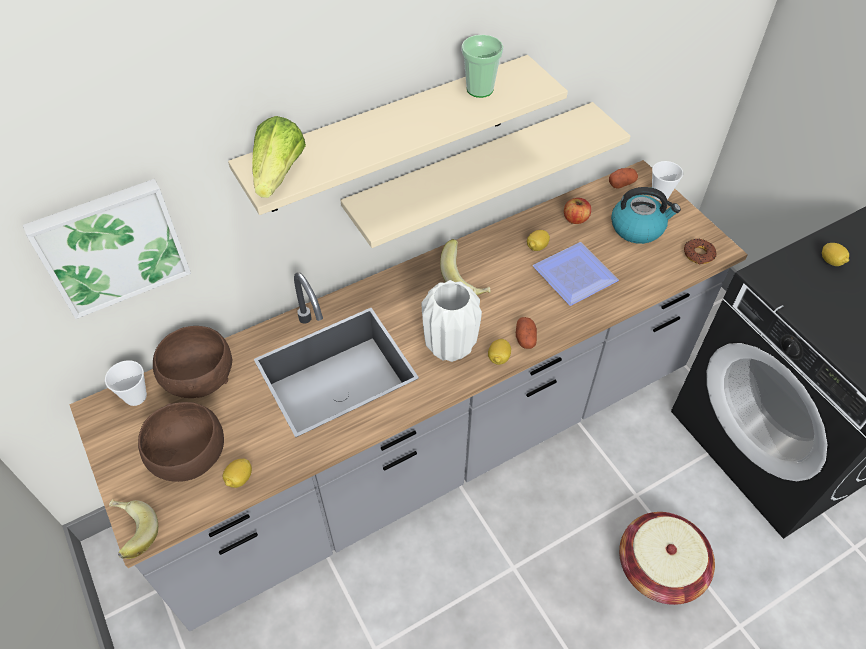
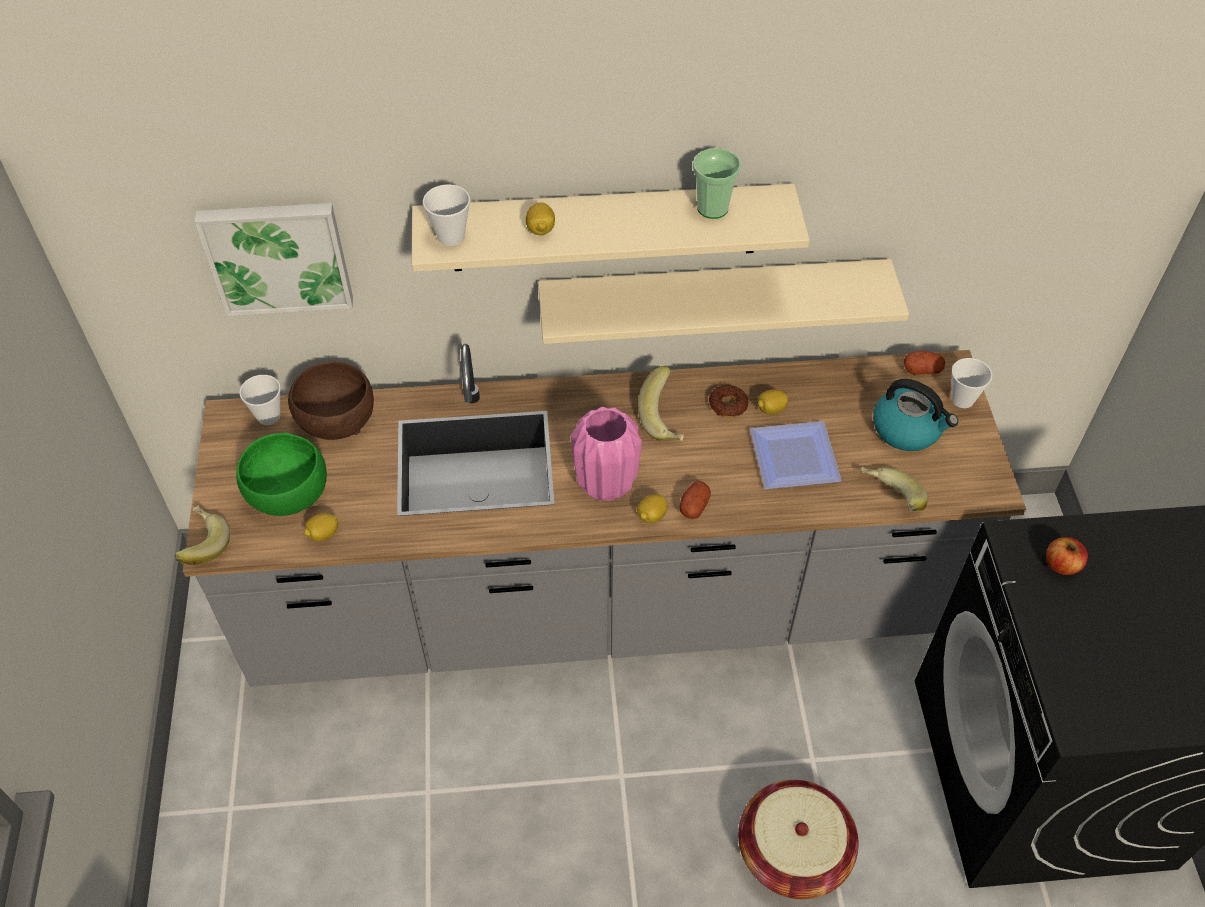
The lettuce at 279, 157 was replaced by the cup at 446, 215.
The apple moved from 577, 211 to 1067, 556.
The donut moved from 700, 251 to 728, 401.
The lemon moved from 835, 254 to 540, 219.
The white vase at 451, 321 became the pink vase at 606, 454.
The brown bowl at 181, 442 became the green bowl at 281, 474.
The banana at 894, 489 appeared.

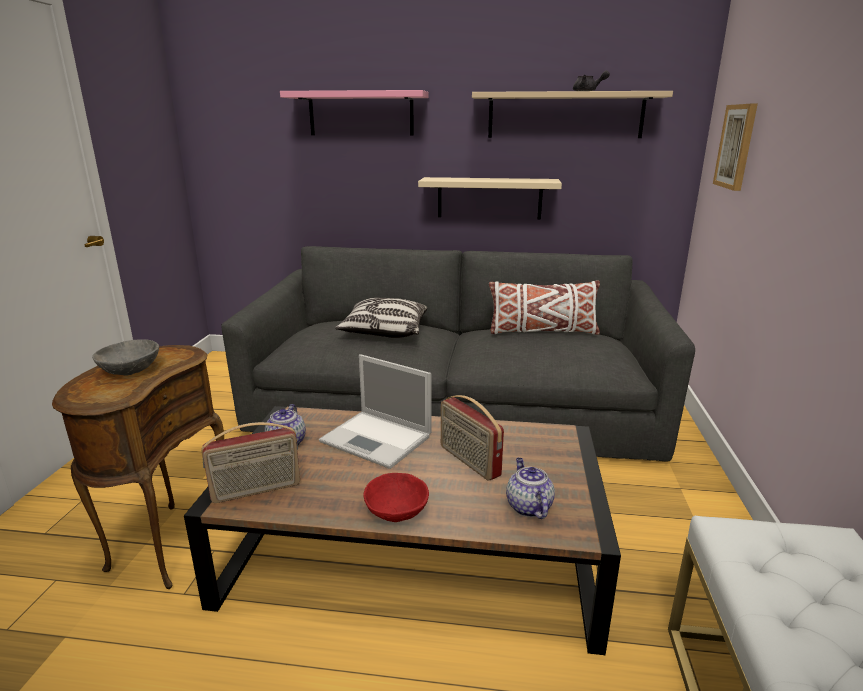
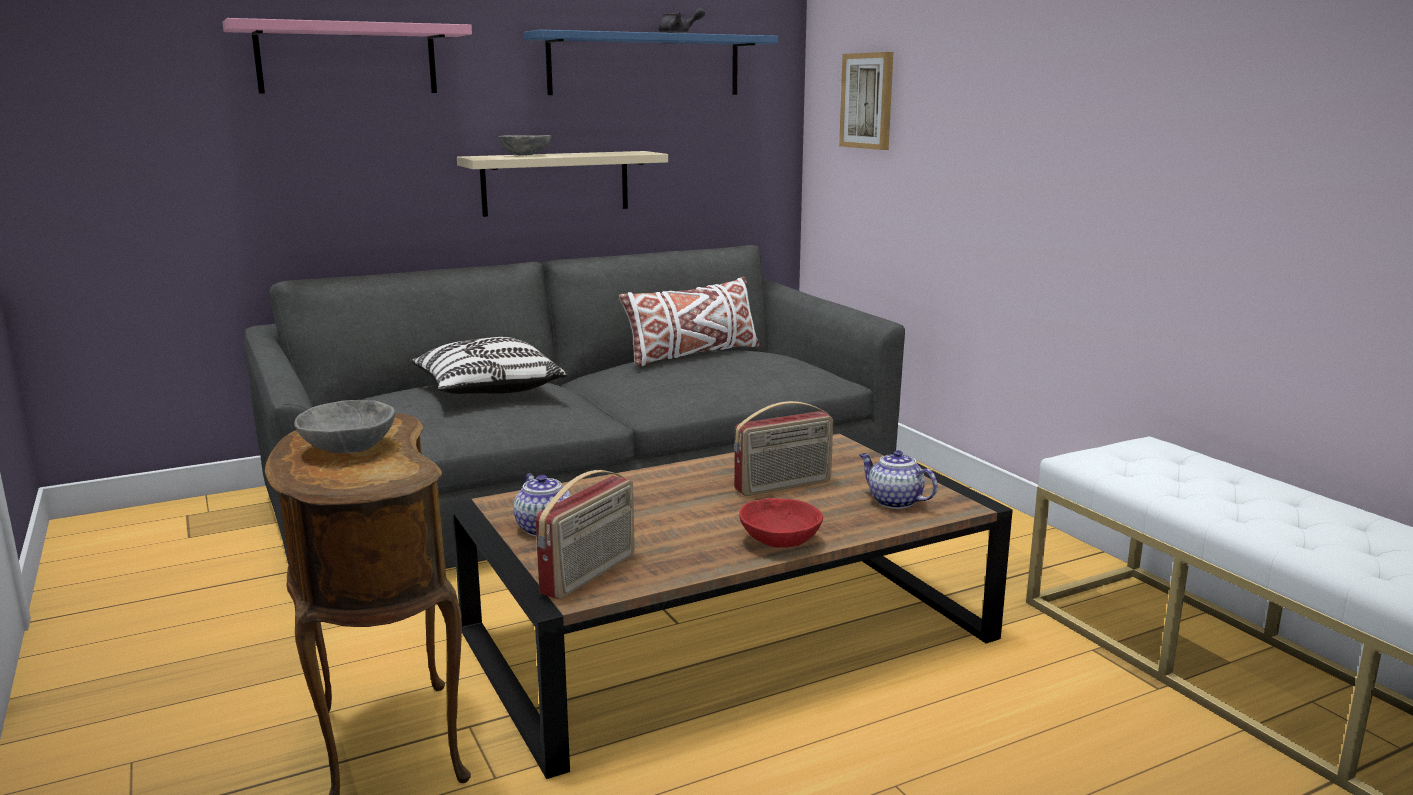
The beige shelf at 572, 114 became the blue shelf at 650, 62.
The laptop at 375, 411 disappeared.
The radio at 472, 438 turned 45 degrees counterclockwise.
The grey bowl at 524, 145 appeared.

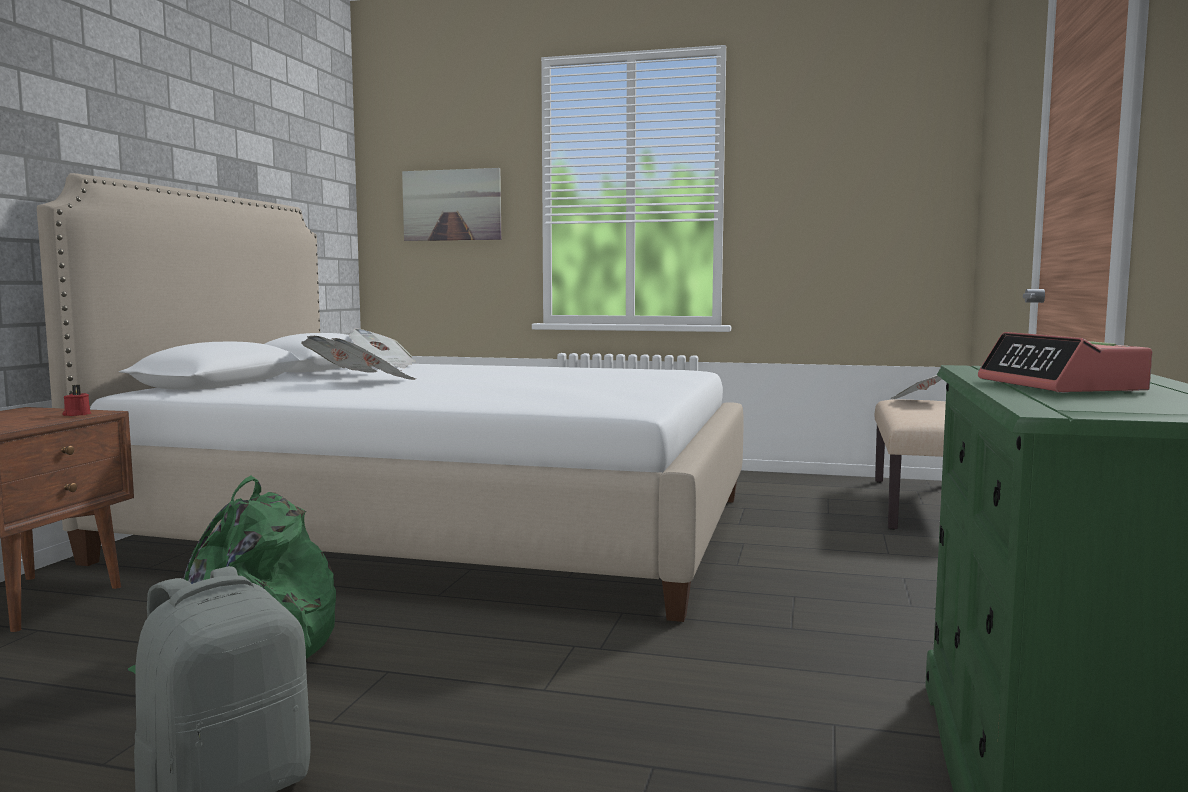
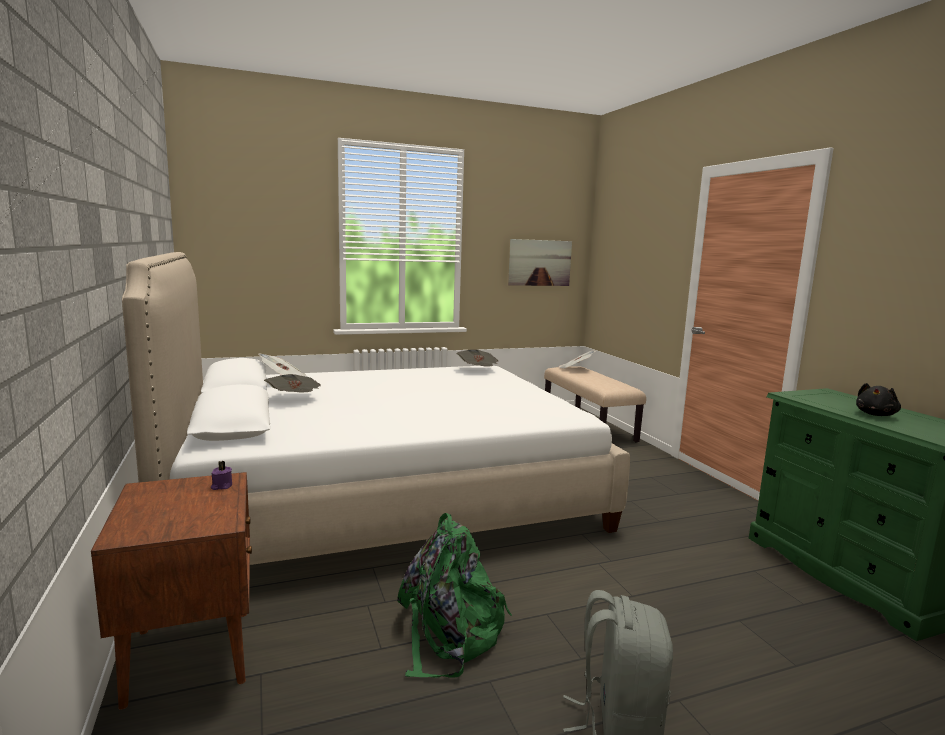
The picture moved from 451, 204 to 540, 262.
The alarm clock at 1065, 362 was replaced by the black plush toy at 878, 399.
The newspaper moved from 374, 359 to 477, 358.
The red candle at 76, 400 became the purple candle at 221, 475.

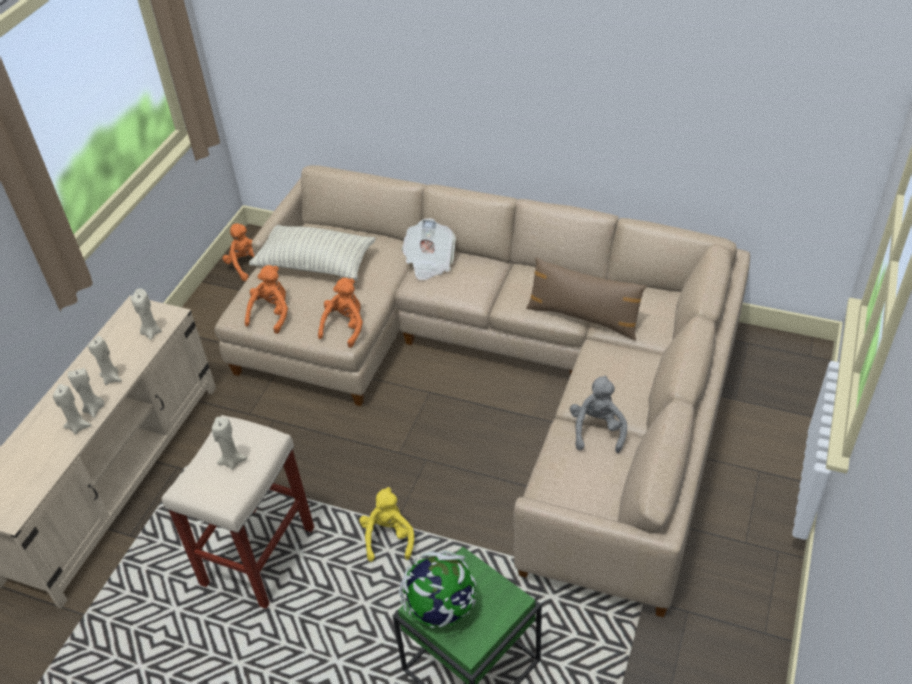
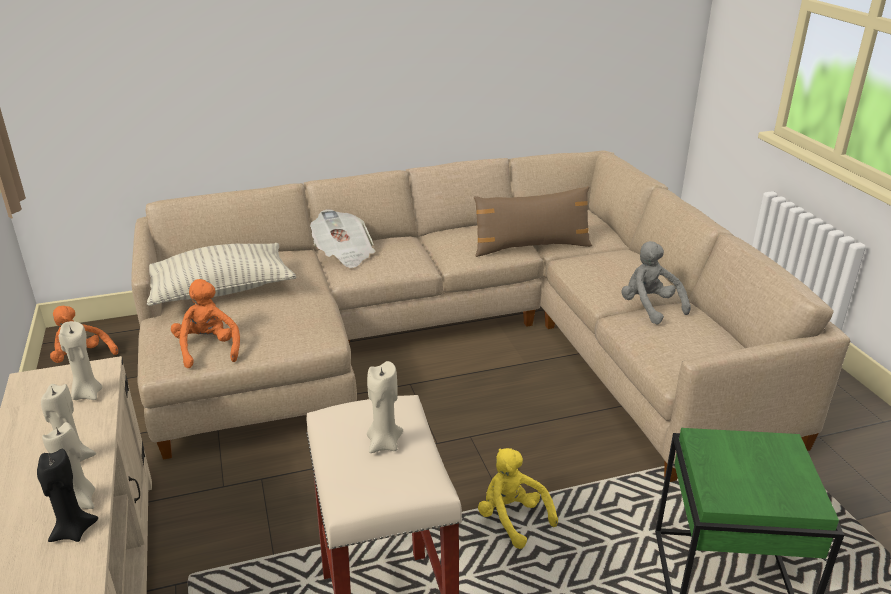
The orange plush toy at 340, 313 disappeared.
The beige candle at 72, 409 became the black candle at 67, 495.
The globe at 437, 589 disappeared.

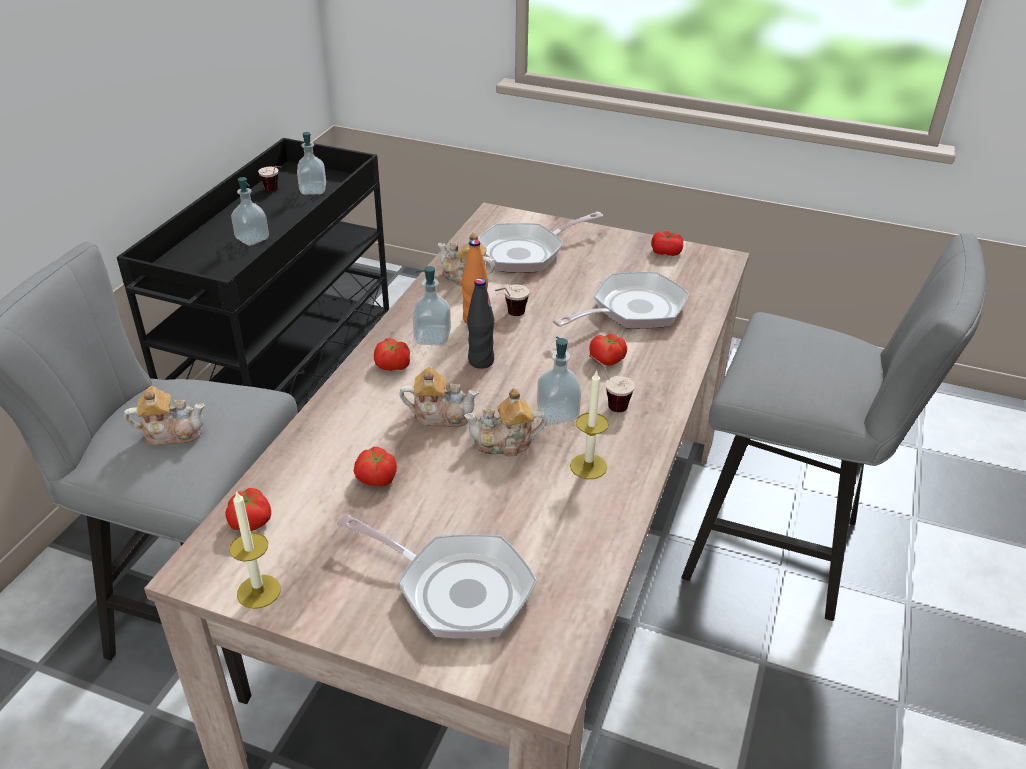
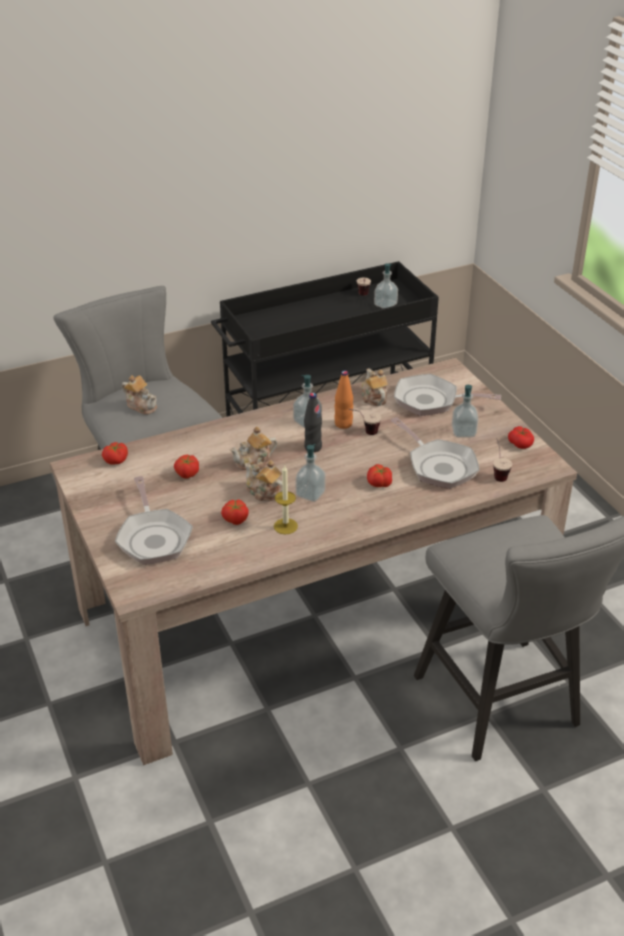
The soap dispenser moved from 250, 211 to 465, 411.
The frying pan at 621, 300 turned 45 degrees clockwise.
The tomato moved from 392, 354 to 235, 512.
The cup moved from 612, 383 to 502, 460.
The teapot at 439, 397 turned 105 degrees clockwise.
The candle at 255, 549 disappeared.

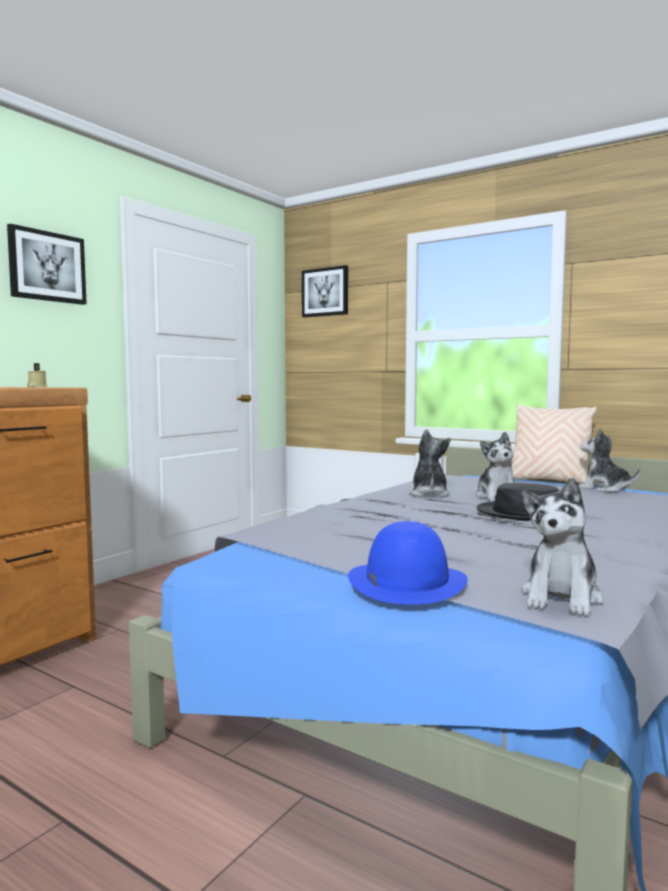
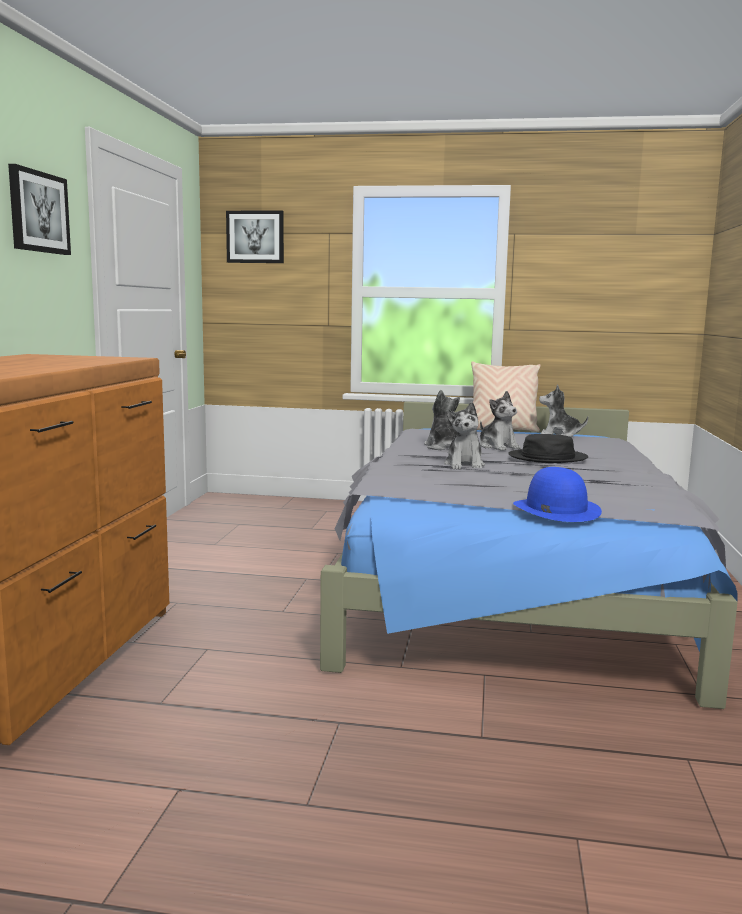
The beige candle at 37, 375 disappeared.
The plush toy moved from 562, 547 to 464, 436.

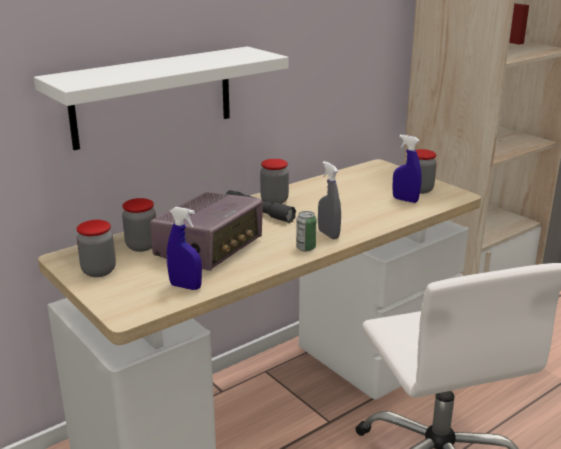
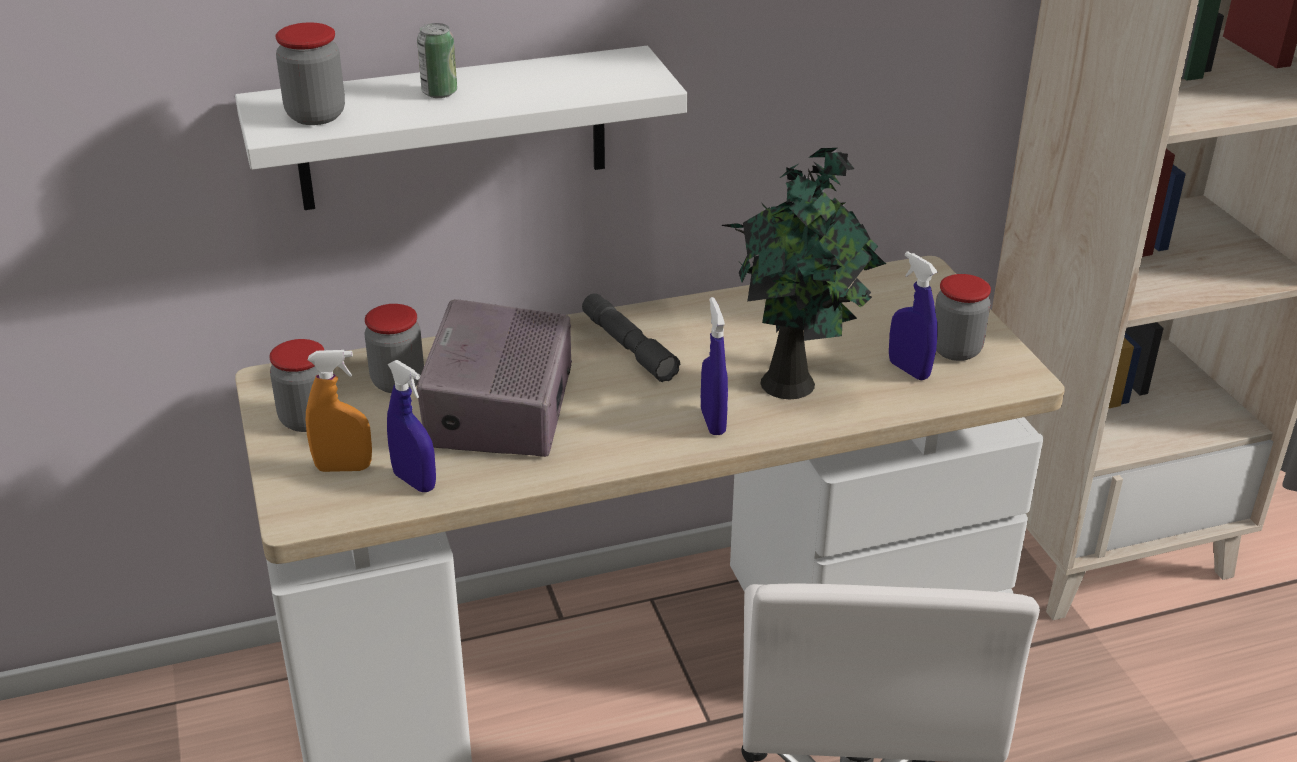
The jar moved from 274, 181 to 310, 74.
The grey spray bottle at 329, 200 became the blue spray bottle at 714, 366.
The radio at 206, 231 turned 135 degrees clockwise.
The can moved from 306, 231 to 437, 60.
The potted plant at 804, 273 appeared.
The orange spray bottle at 339, 411 appeared.

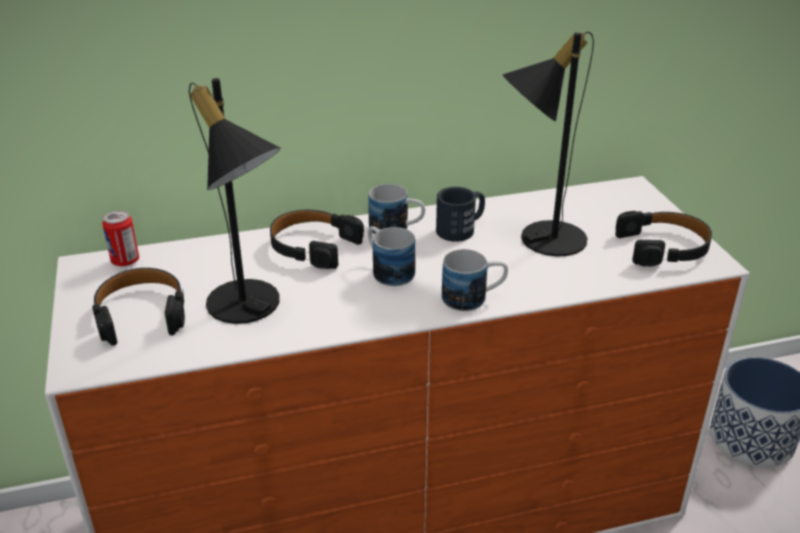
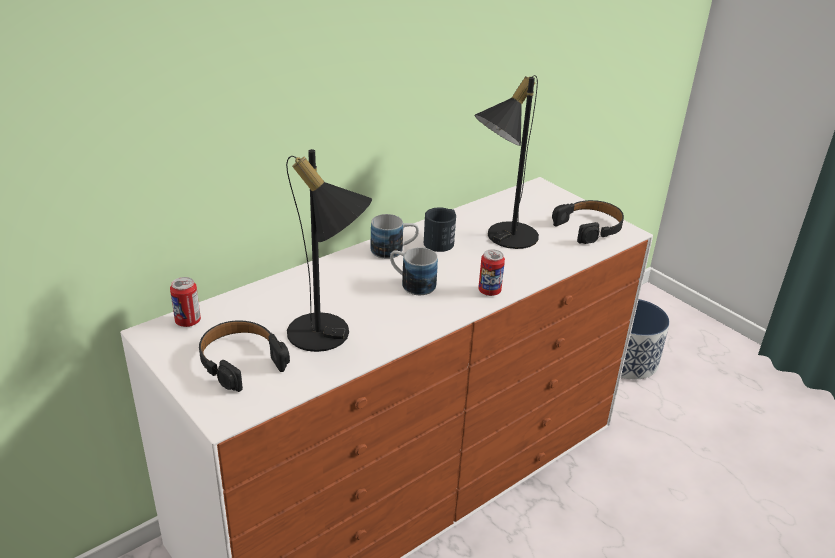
The black headphones at 317, 239 disappeared.
The mug at 475, 280 was replaced by the can at 491, 272.

